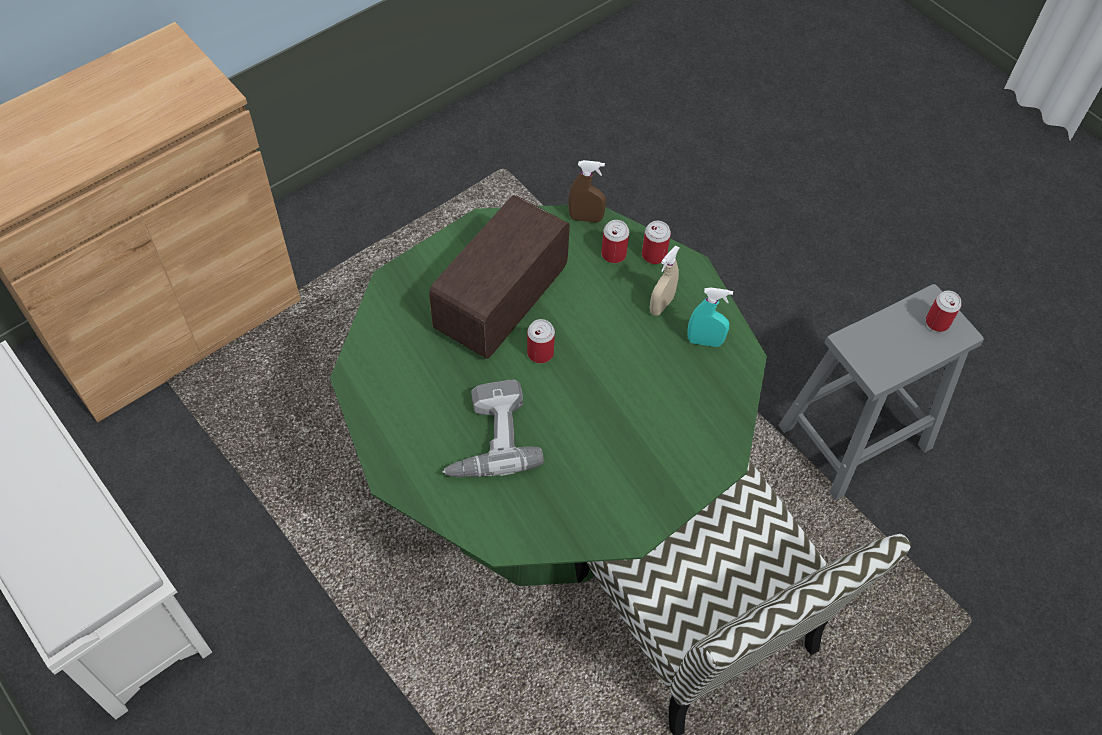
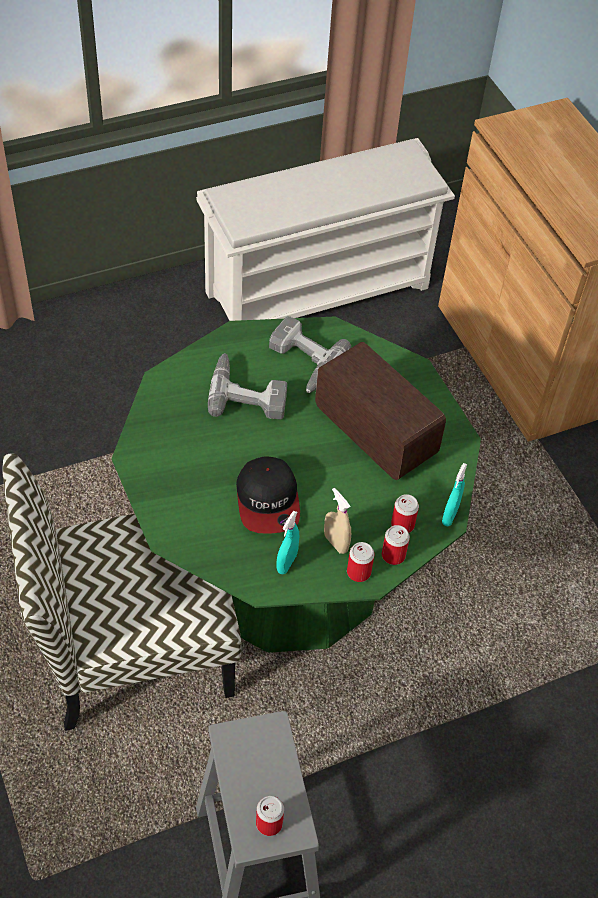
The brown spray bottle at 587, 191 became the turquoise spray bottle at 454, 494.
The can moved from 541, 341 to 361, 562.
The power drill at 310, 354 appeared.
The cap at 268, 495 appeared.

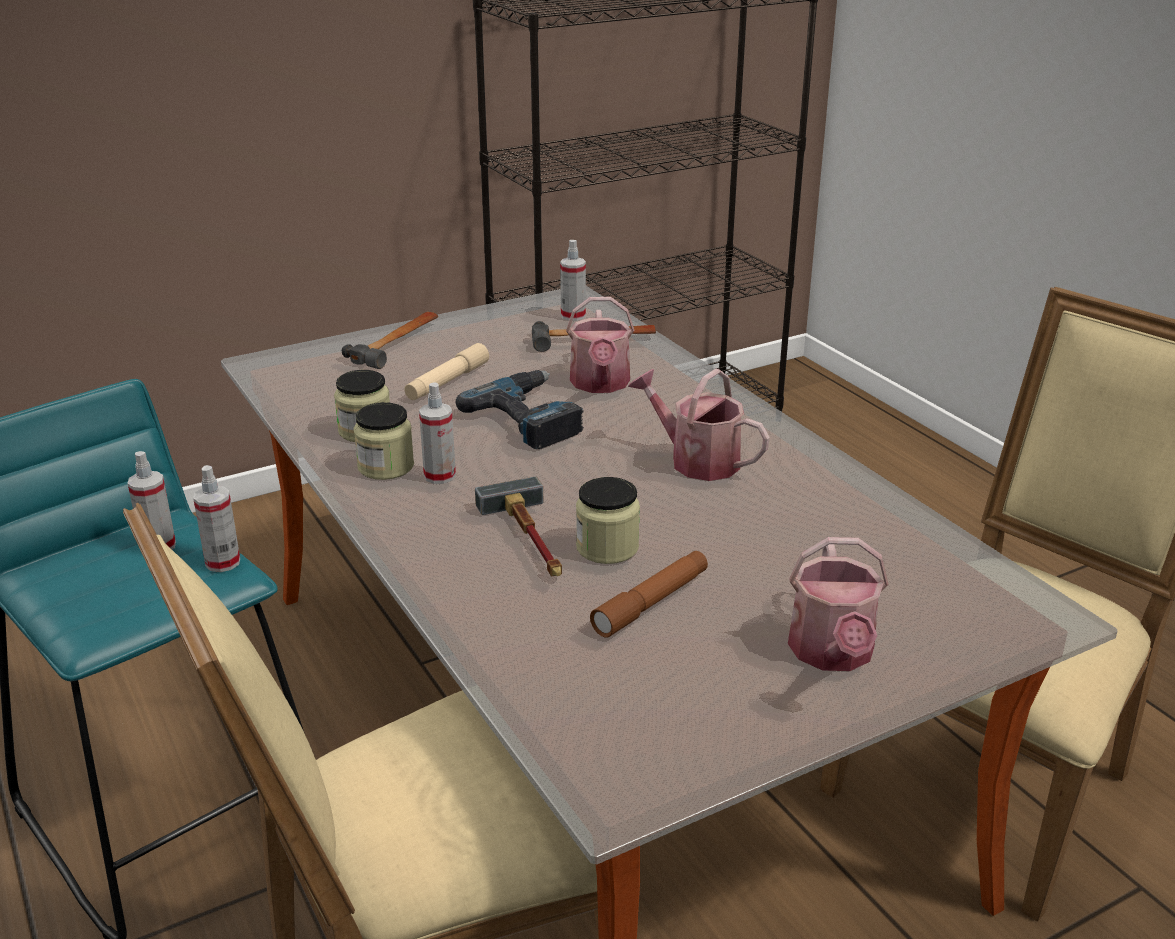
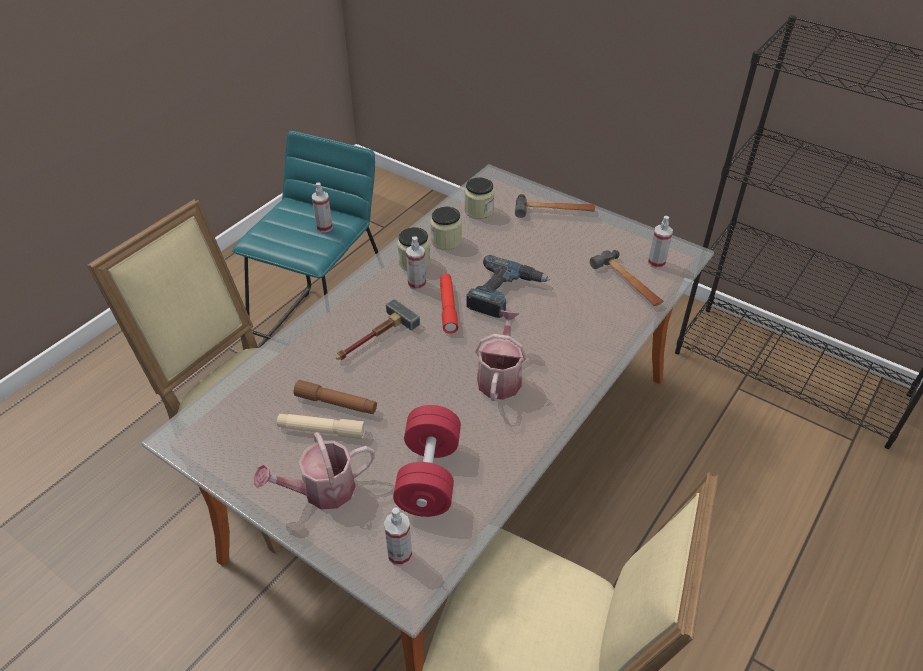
The watering can at 600, 345 disappeared.
The beige flashlight moved from 447, 371 to 321, 426.
The spray bottle moved from 216, 518 to 398, 536.
The jar moved from 608, 520 to 480, 198.
The red flashlight at 449, 304 appeared.
The red dumbbell at 427, 461 appeared.

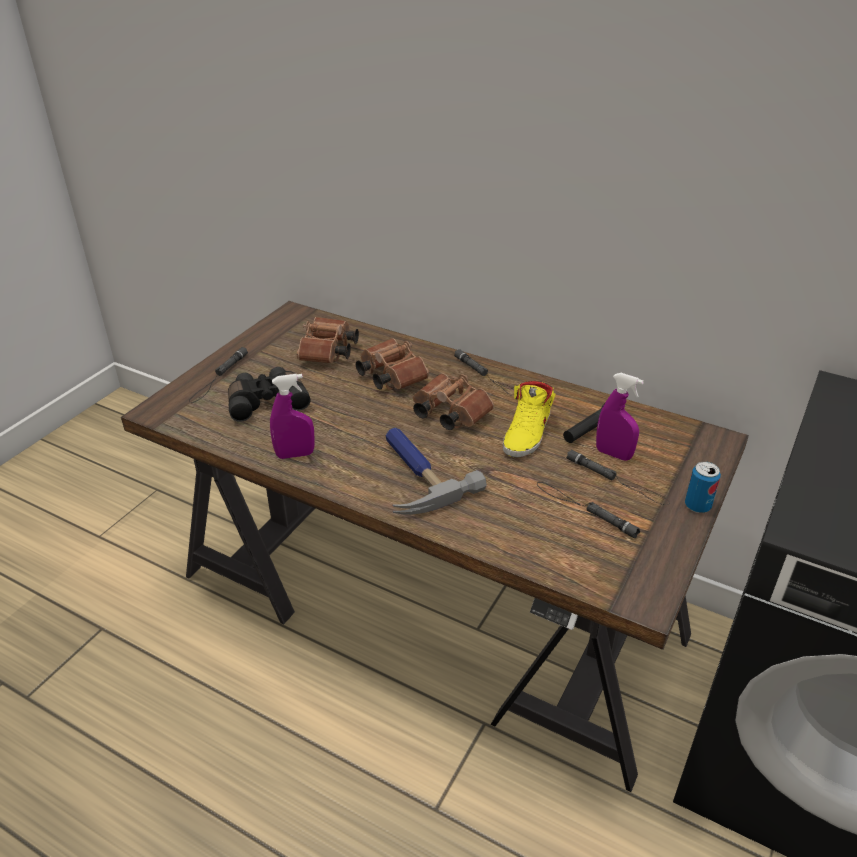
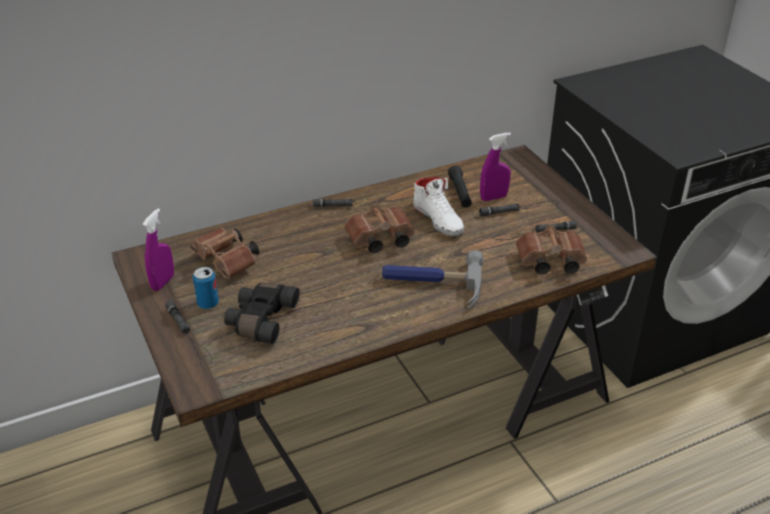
The brown binoculars moved from 392, 364 to 551, 250.
The purple spray bottle moved from 292, 416 to 158, 249.
The yellow shoe at 528, 419 became the white shoe at 438, 206.
The can moved from 703, 487 to 206, 288.

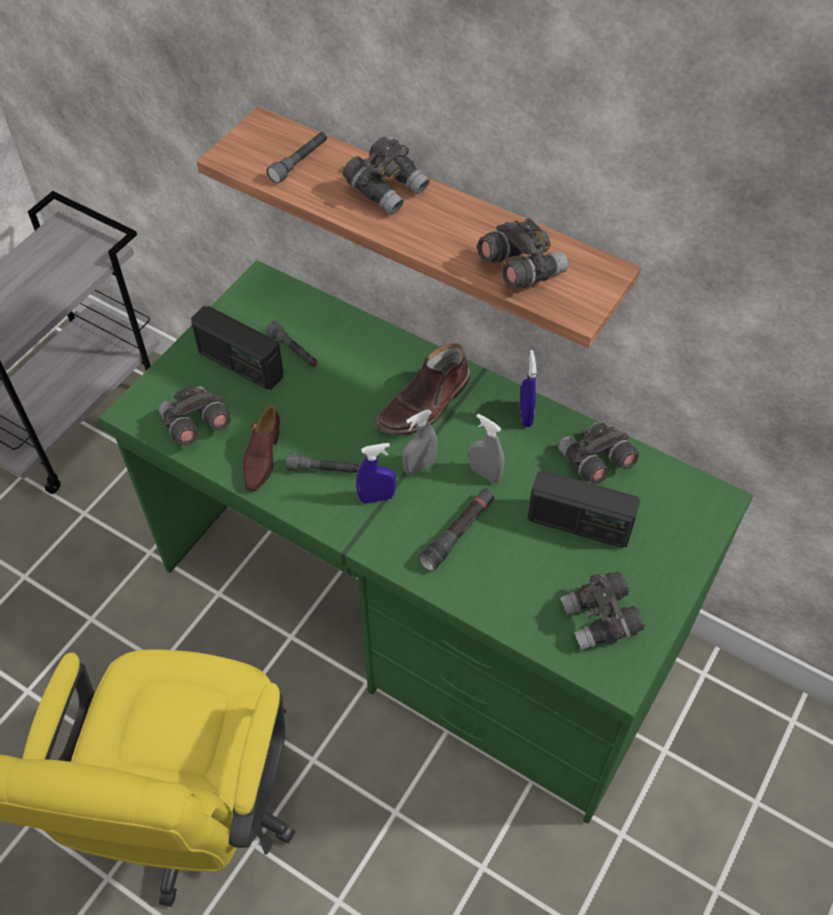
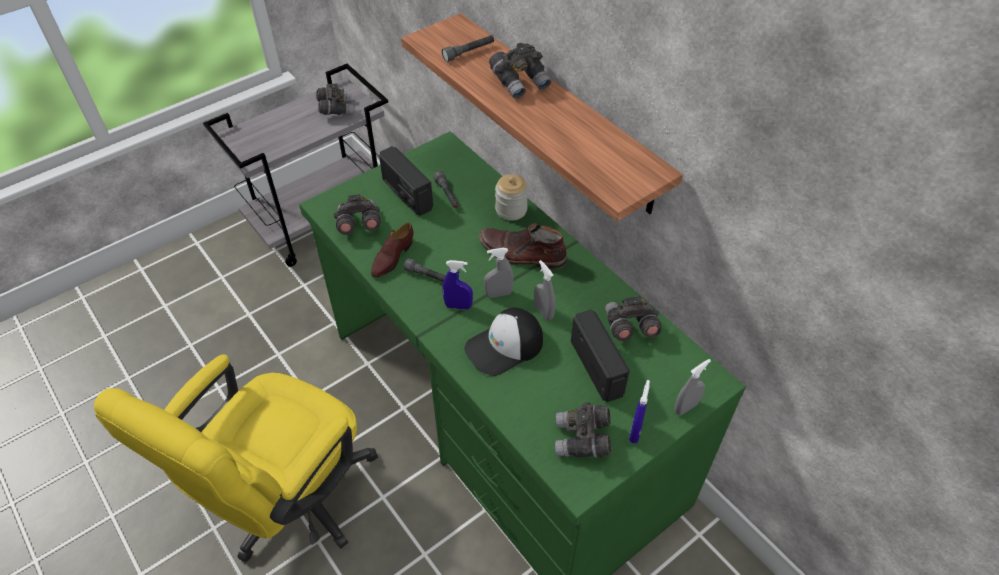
The grey binoculars moved from 522, 253 to 335, 99.
The brown boot at 423, 389 turned 45 degrees clockwise.
The blue spray bottle moved from 528, 388 to 639, 411.
The radio at 584, 509 turned 150 degrees counterclockwise.
The black flashlight at 456, 529 was replaced by the cap at 503, 342.
The jar at 511, 197 appeared.
The grey spray bottle at 692, 387 appeared.

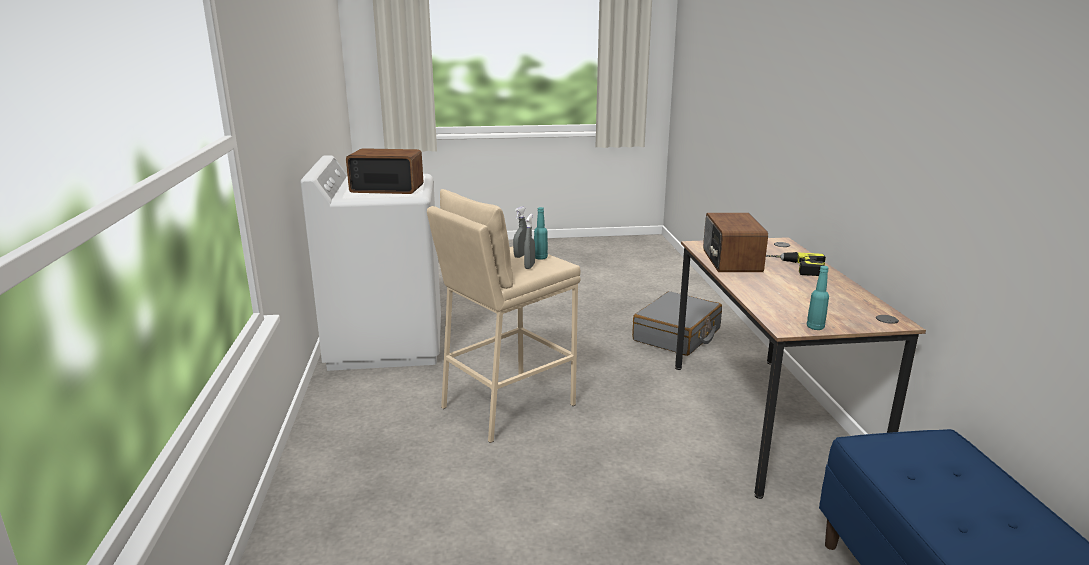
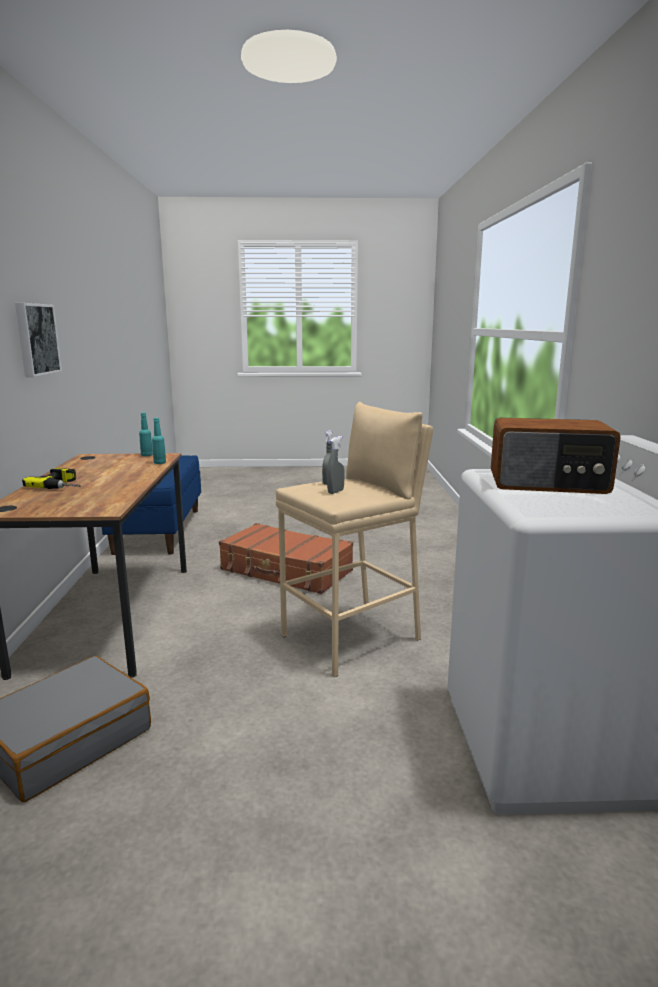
The turquoise bottle moved from 541, 233 to 159, 441.
The radio at 735, 242 disappeared.
The picture at 38, 340 appeared.
The brown suitcase at 286, 558 appeared.

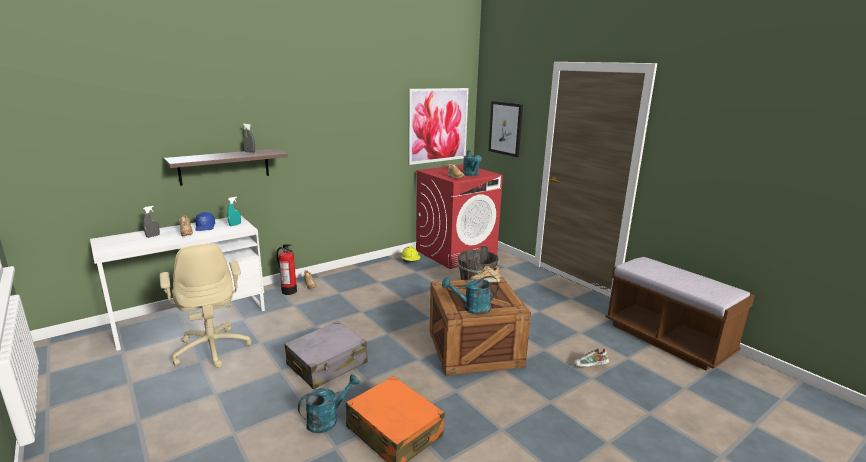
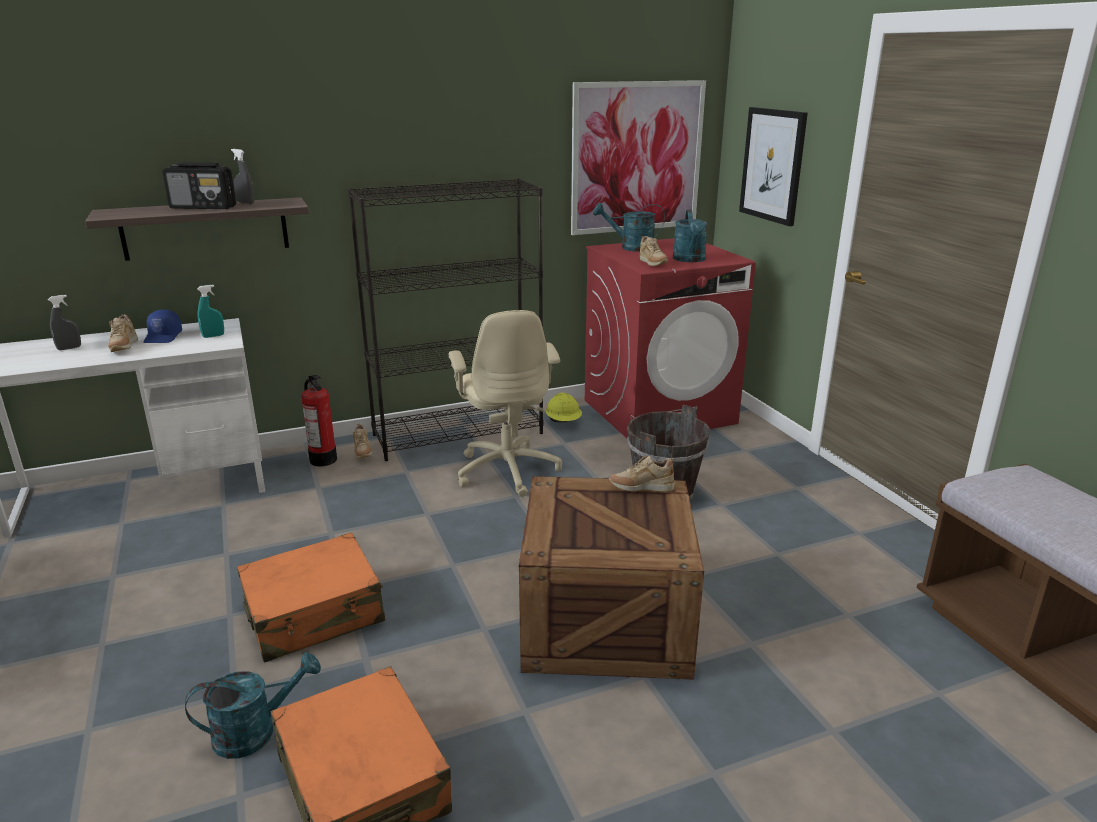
The beige office chair moved from 206, 305 to 505, 403.
The turquoise watering can moved from 470, 295 to 629, 227.
The grey suitcase at 326, 355 became the orange suitcase at 311, 598.
The shoe at 591, 357 disappeared.
The radio at 199, 185 appeared.
The black bookcase at 445, 319 appeared.

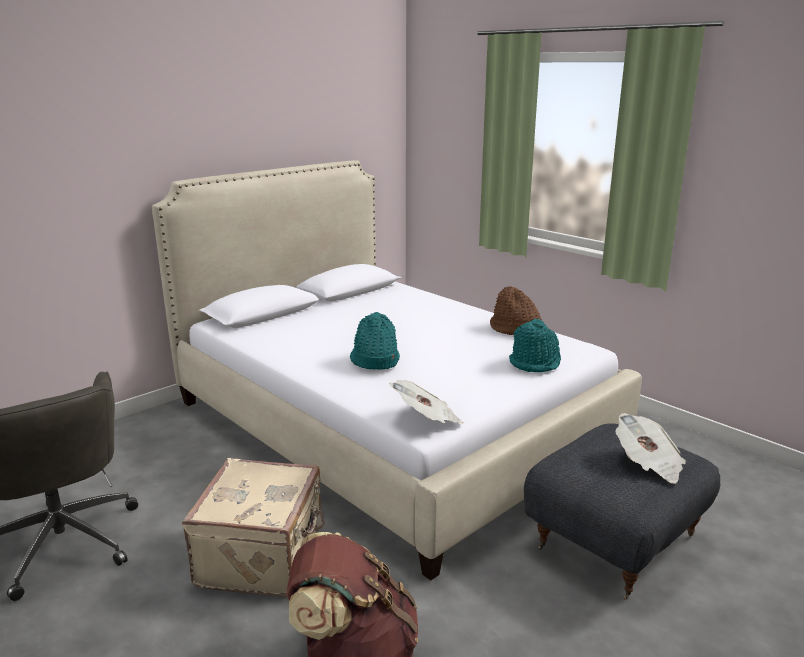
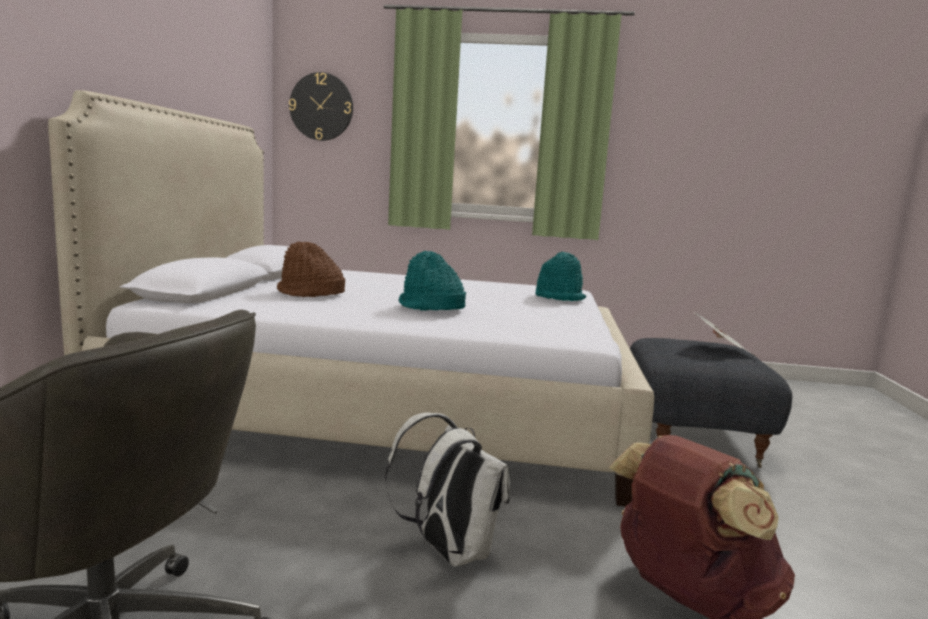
The brown hat moved from 516, 310 to 311, 269.
The newspaper at 426, 402 disappeared.
The beige suitcase at 253, 527 was replaced by the white backpack at 447, 489.
The wall clock at 321, 106 appeared.

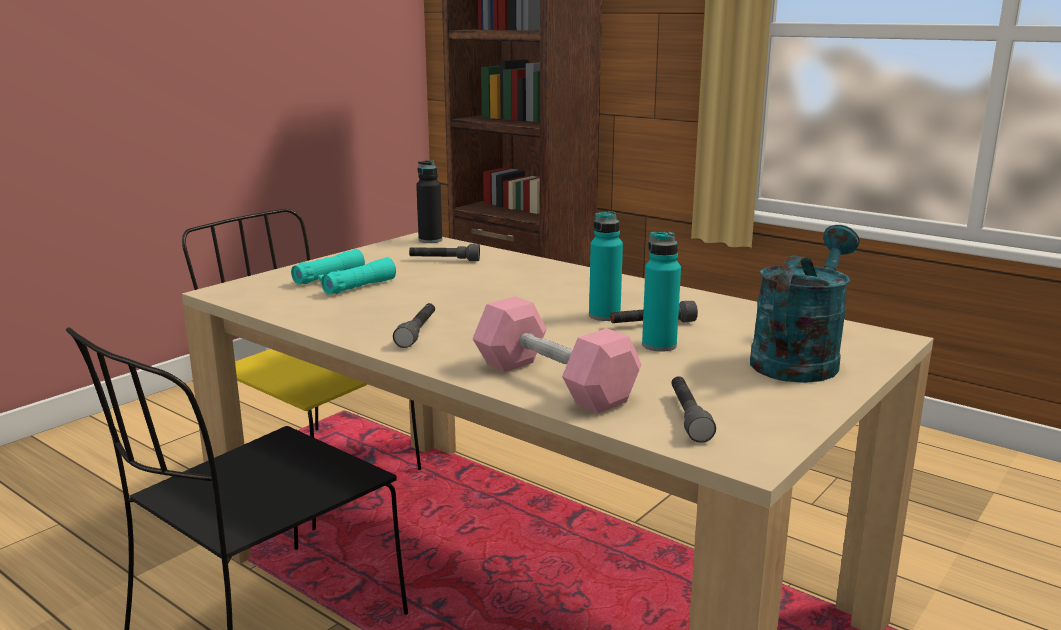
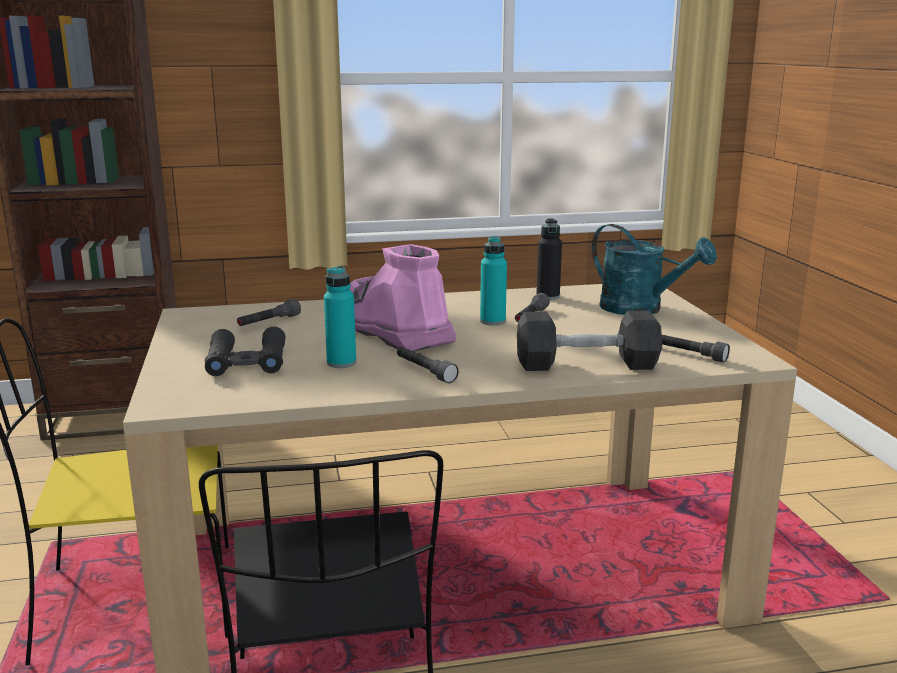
The black bottle moved from 429, 201 to 549, 259.
The turquoise watering can at 805, 304 turned 150 degrees clockwise.
The turquoise bottle moved from 661, 292 to 340, 317.
The turquoise binoculars at 343, 272 became the black binoculars at 245, 351.
The pink dumbbell at 557, 355 became the black dumbbell at 589, 341.
The pink boot at 403, 298 appeared.

